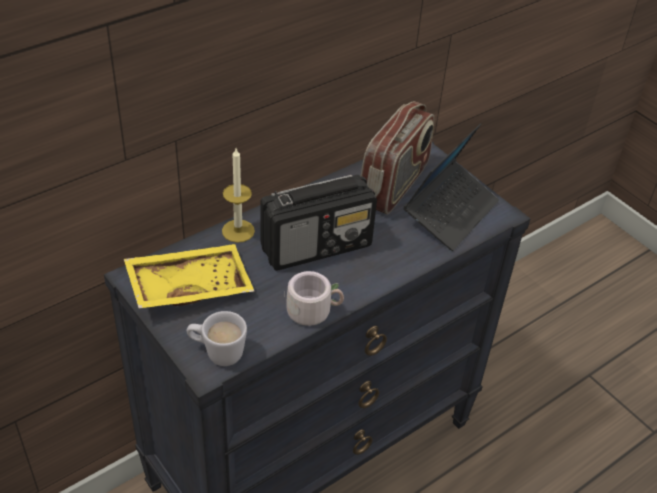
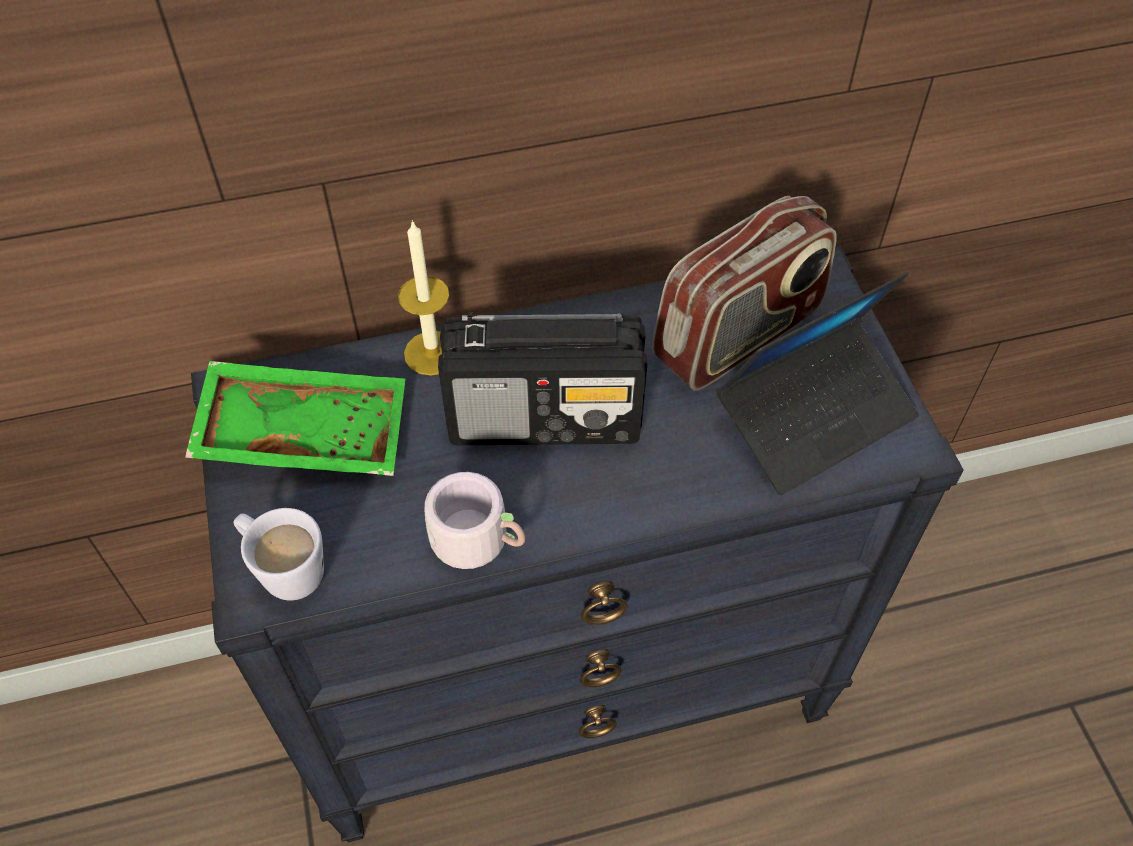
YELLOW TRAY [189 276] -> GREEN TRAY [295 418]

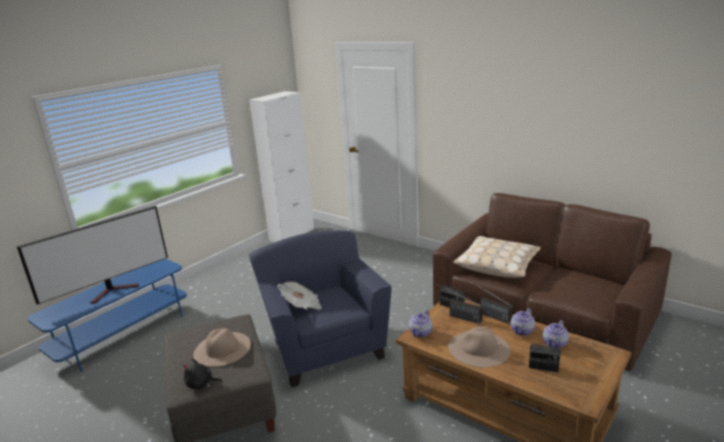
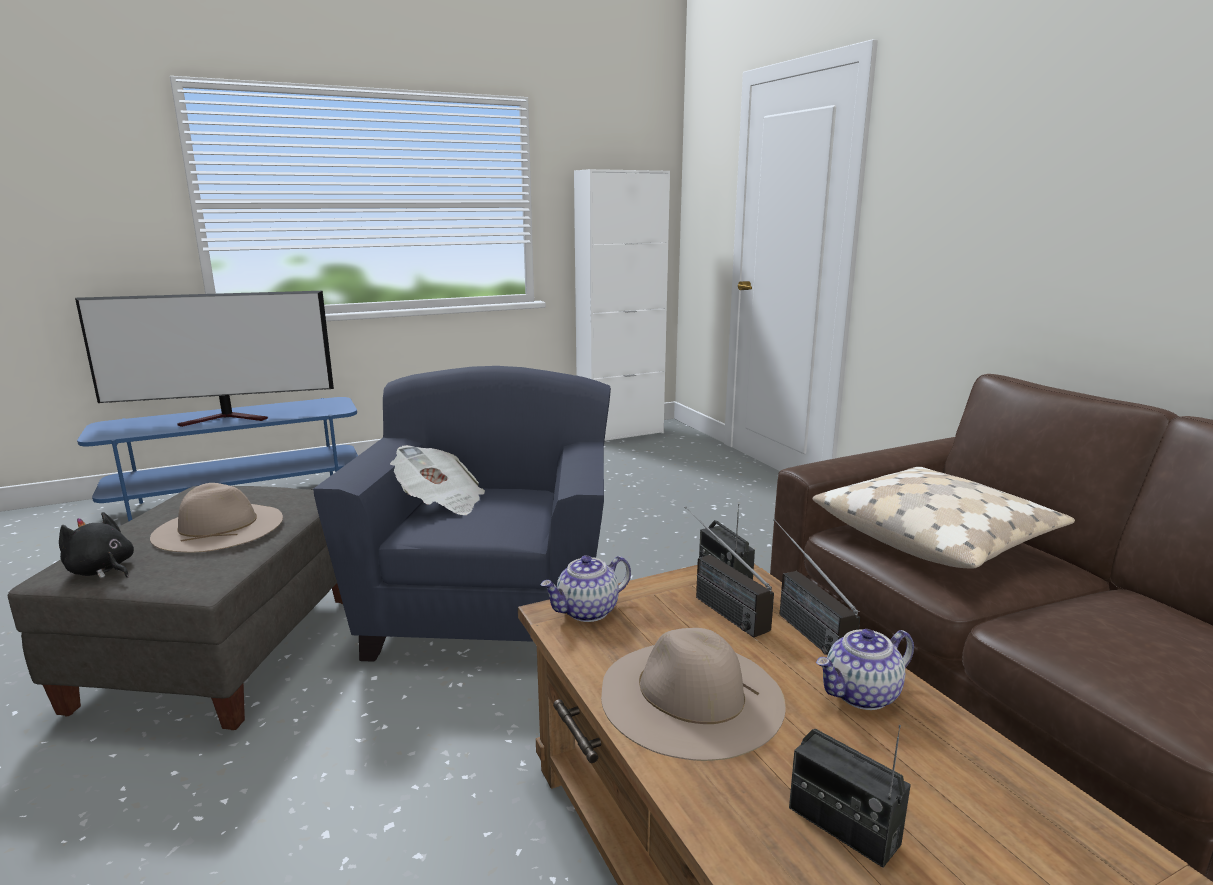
TEAPOT [556 334] -> none

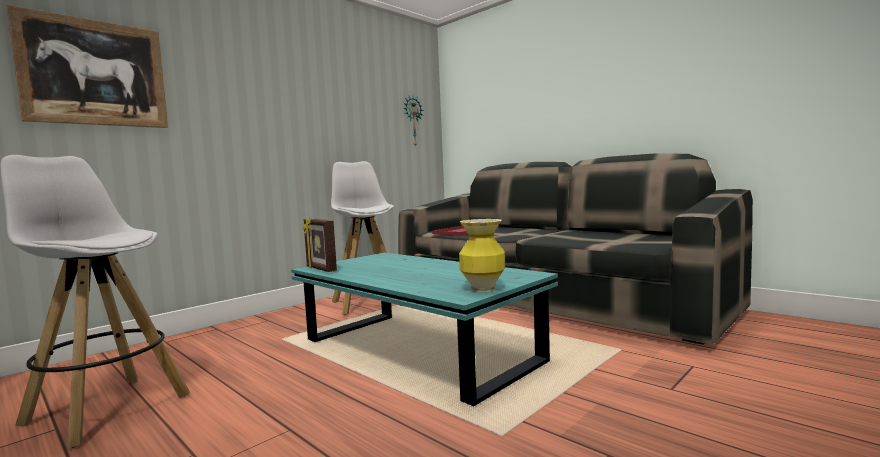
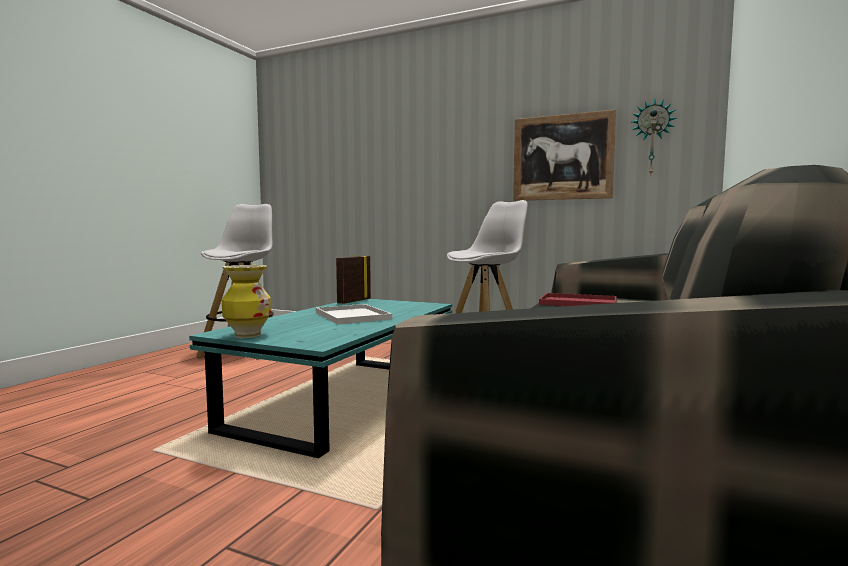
PICTURE [87 66] -> PICTURE [564 155], relocated
none -> WHITE TRAY [354 314]

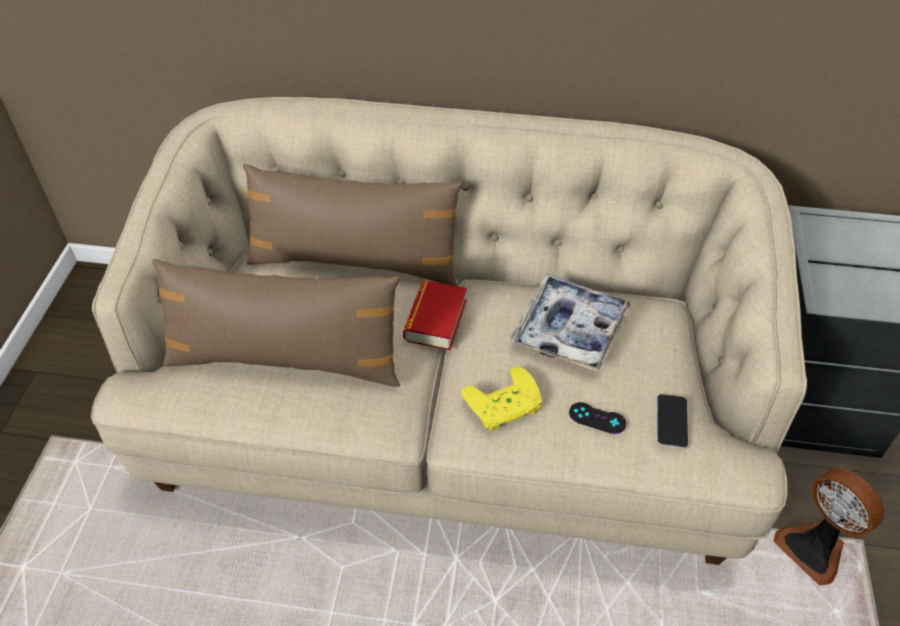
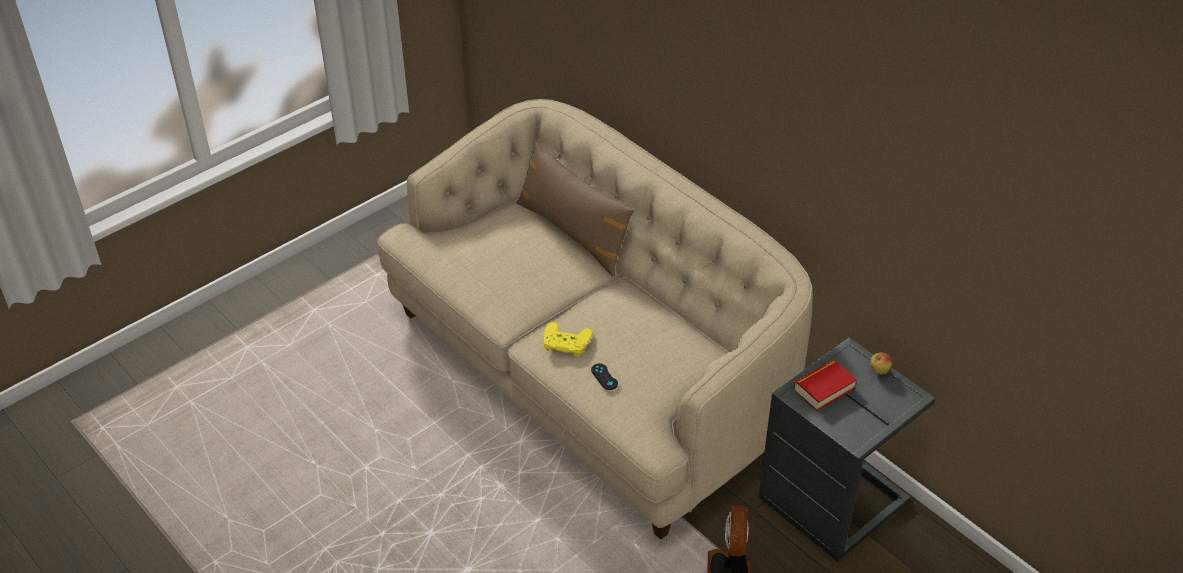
BROWN PILLOW [276 323] -> none
TRAY [572 323] -> none
BOOK [435 315] -> BOOK [825 385], relocated
PHONE [673 421] -> none
none -> APPLE [881 363]

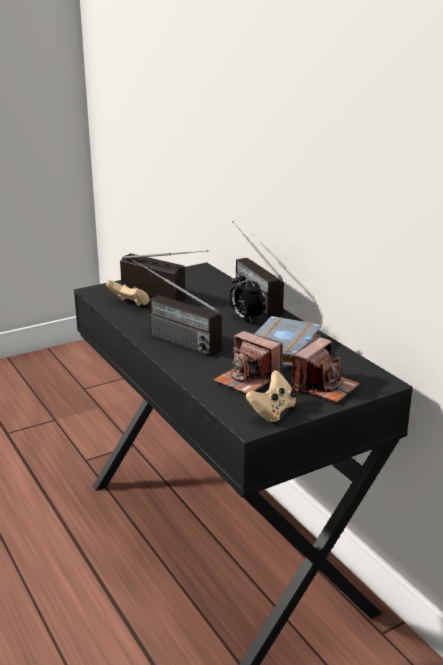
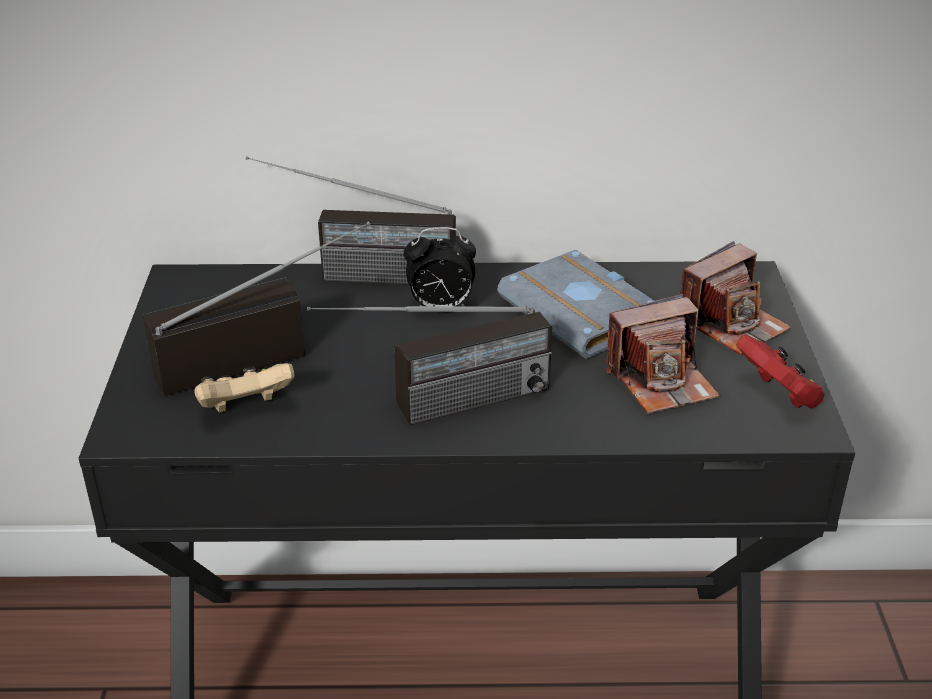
PHOTO CAMERA [325 370] -> PHOTO CAMERA [736 298], 75 degrees clockwise
BEIGE GAME CONTROLLER [271 396] -> RED GAME CONTROLLER [780 372]

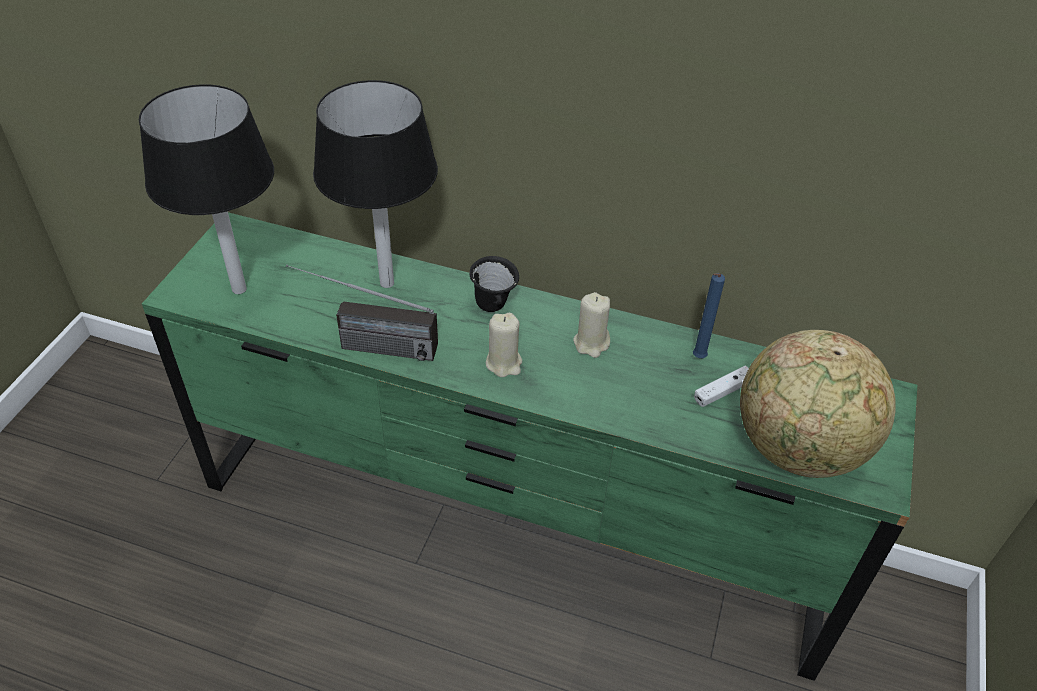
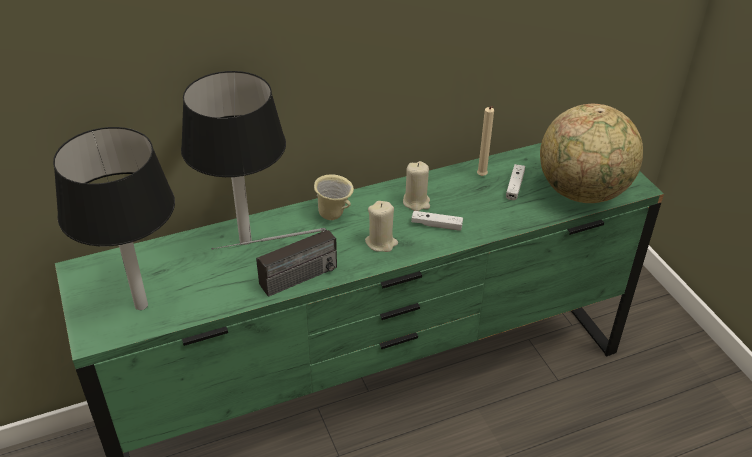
BLACK MUG [494 284] -> BEIGE MUG [334 197]
BLUE CANDLE [709 315] -> BEIGE CANDLE [485 141]
none -> WHITE GAME CONTROLLER [437 221]

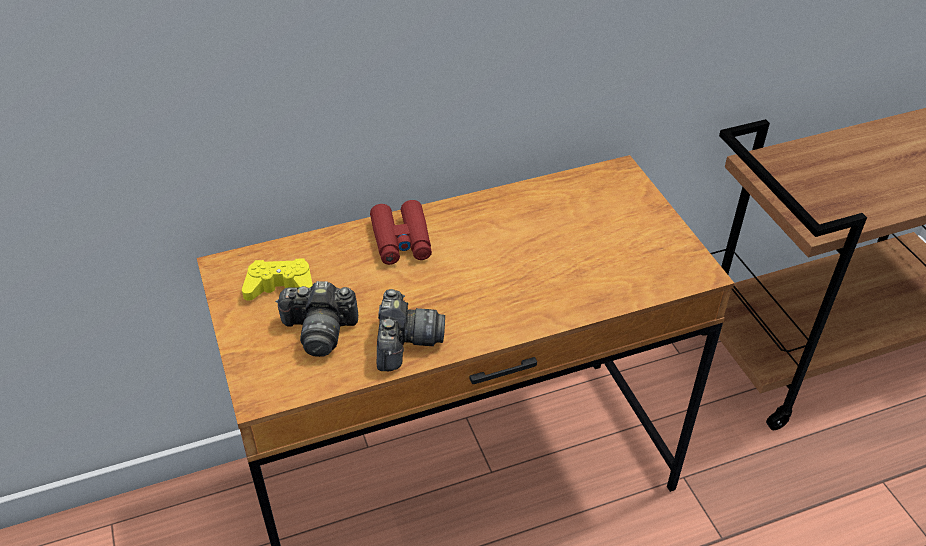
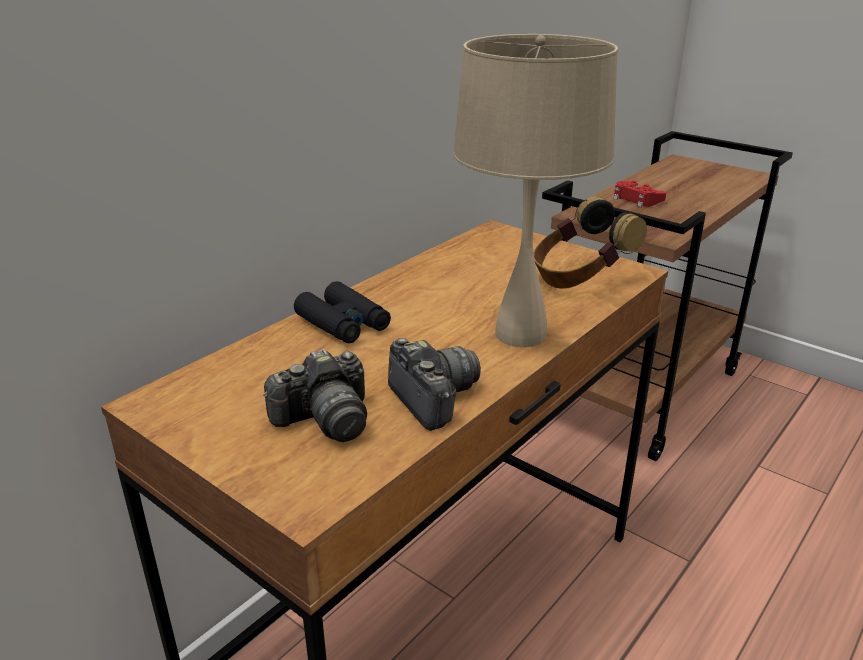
RED BINOCULARS [401 232] -> BLACK BINOCULARS [342 312]
YELLOW GAME CONTROLLER [277 279] -> none
none -> BEIGE TABLE LAMP [535 190]
none -> RED GAME CONTROLLER [639 194]
none -> HEADPHONES [590 242]

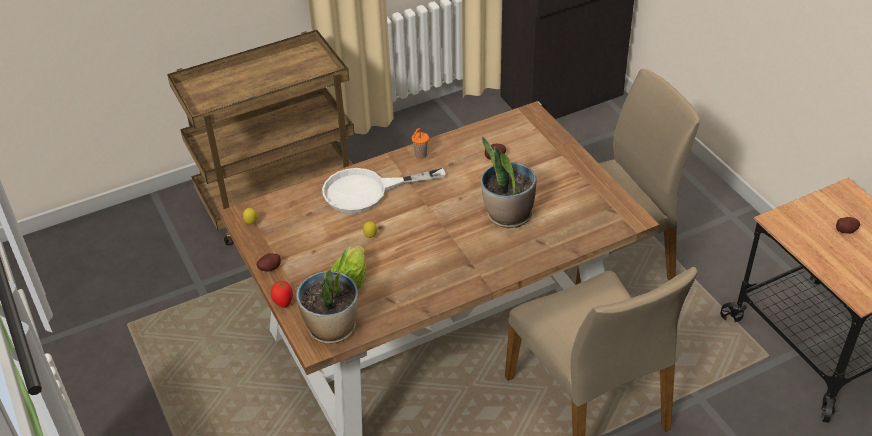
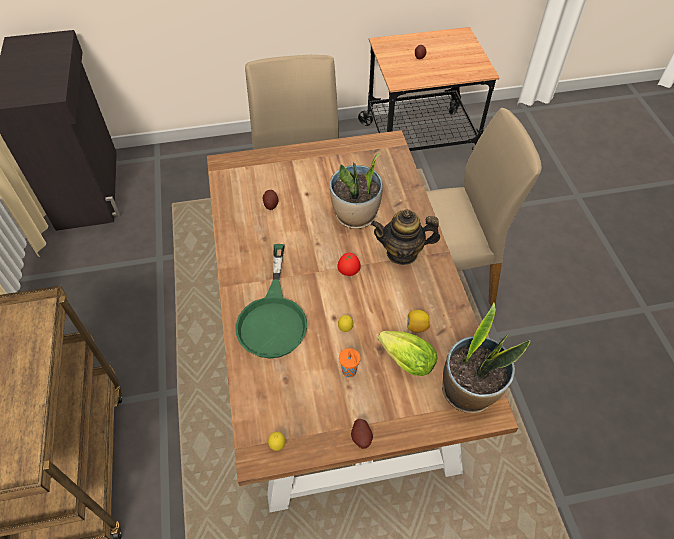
ORANGE CUP [420 143] -> ORANGE CUP [349 362], relocated
WHITE FRYING PAN [383 190] -> GREEN FRYING PAN [271 301]
TOMATO [282 294] -> TOMATO [348 264], relocated
none -> TEAPOT [405 237]
none -> LEMON [418 321]

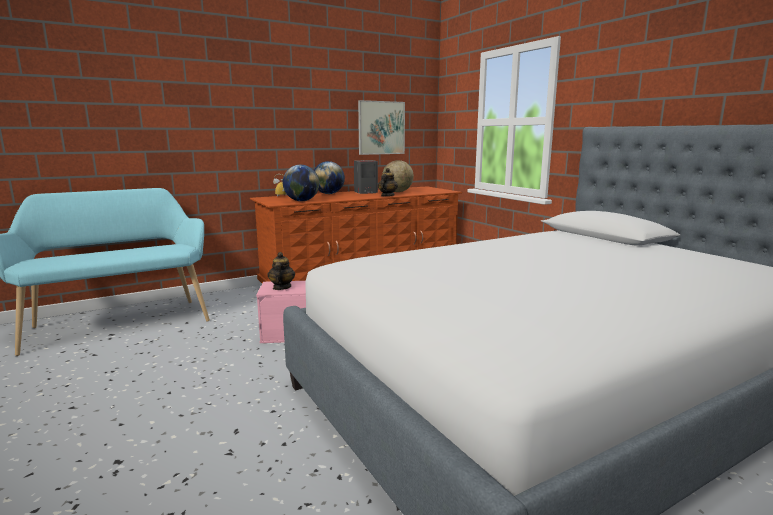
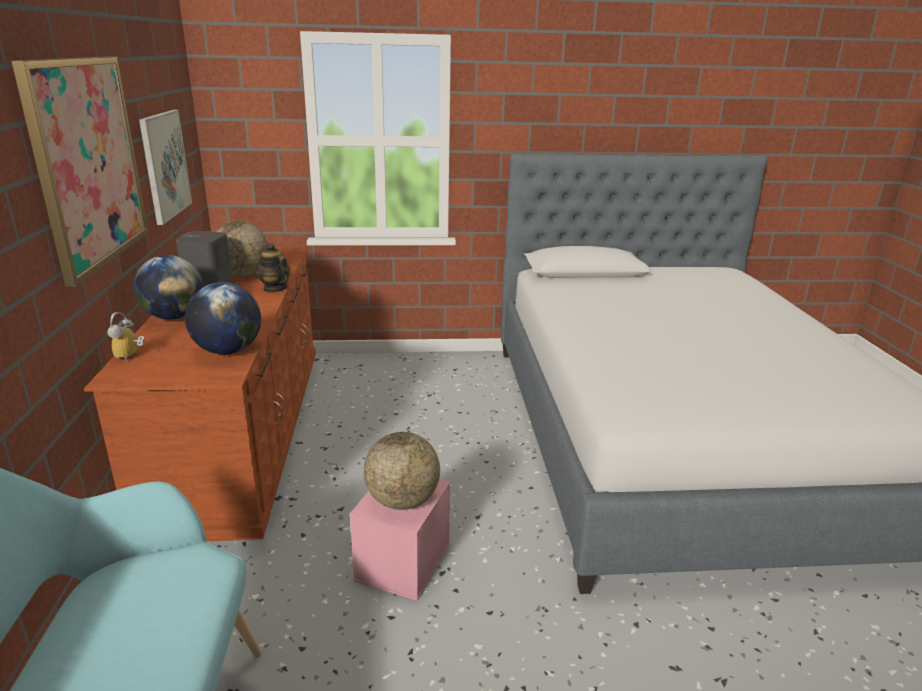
TEAPOT [281 271] -> GLOBE [402 471]
none -> PICTURE [80 171]

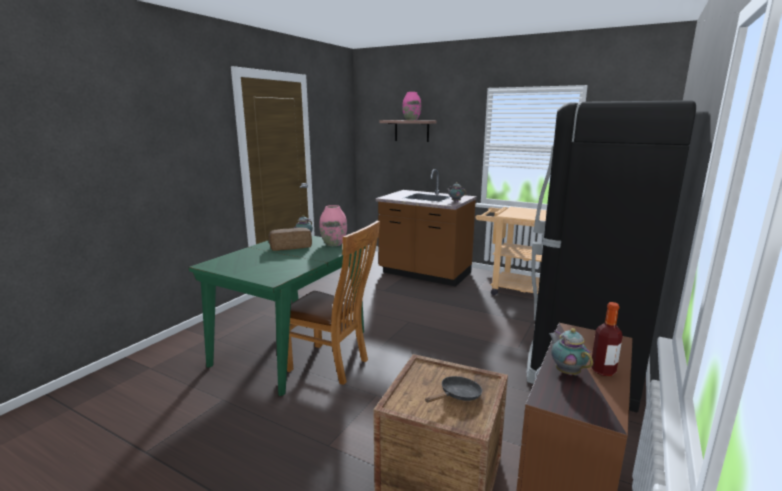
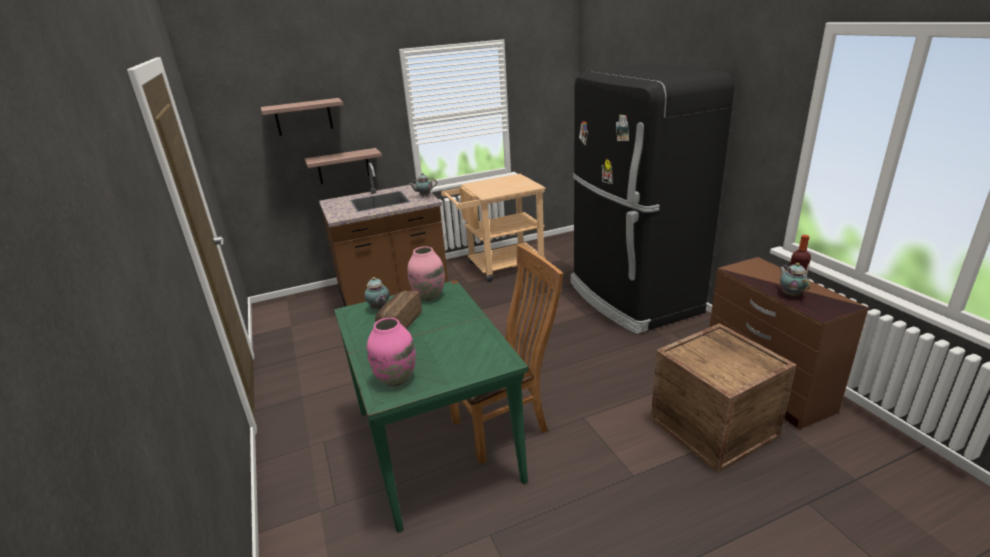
PINK VASE [411 106] -> PINK VASE [391 352], relocated
TEAPOT [571 351] -> TEAPOT [794 280], 60 degrees clockwise
BLACK FRYING PAN [453 389] -> none
none -> SHELF [343 166]

